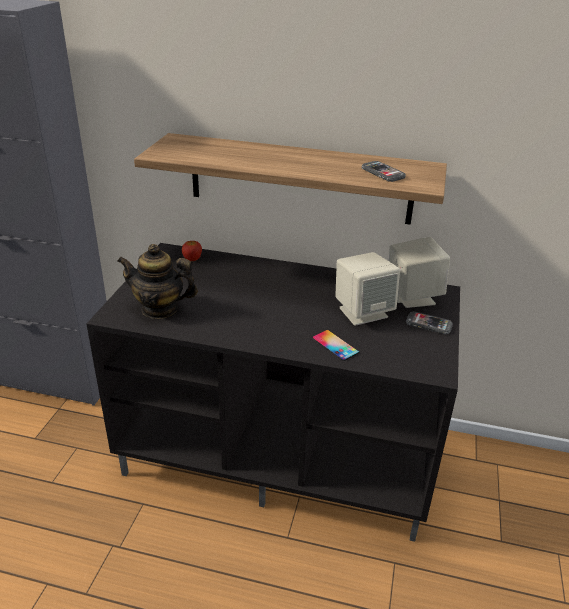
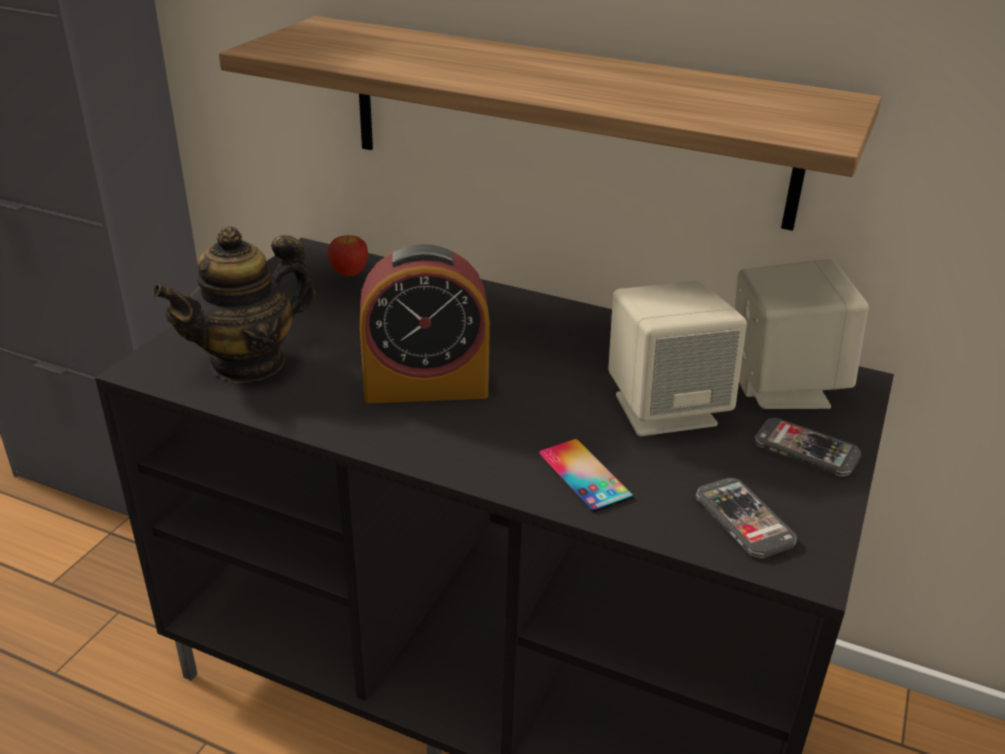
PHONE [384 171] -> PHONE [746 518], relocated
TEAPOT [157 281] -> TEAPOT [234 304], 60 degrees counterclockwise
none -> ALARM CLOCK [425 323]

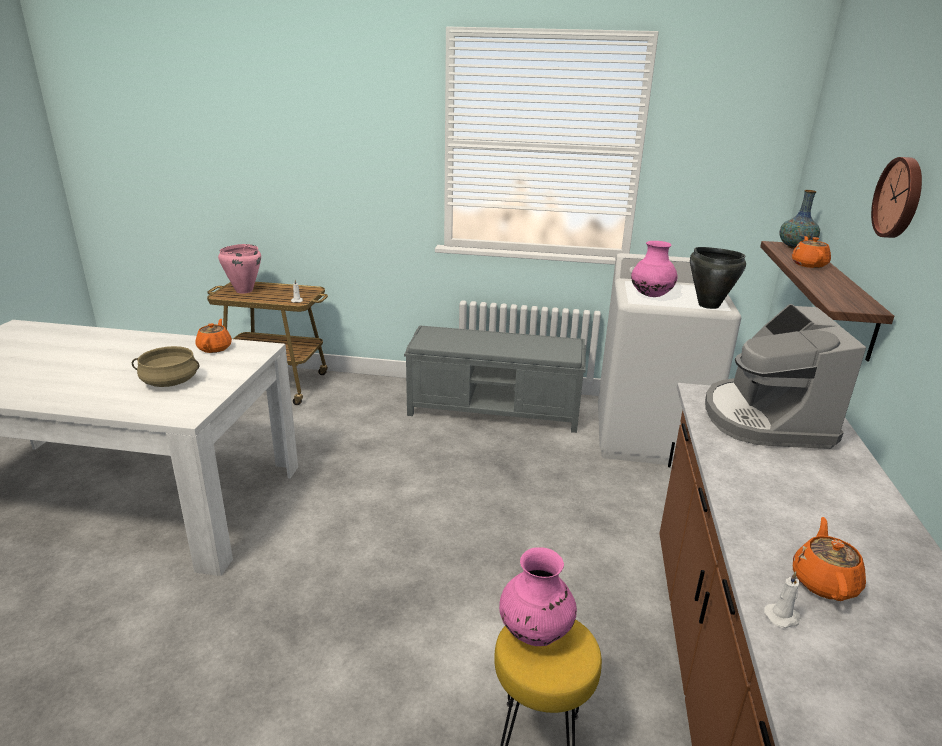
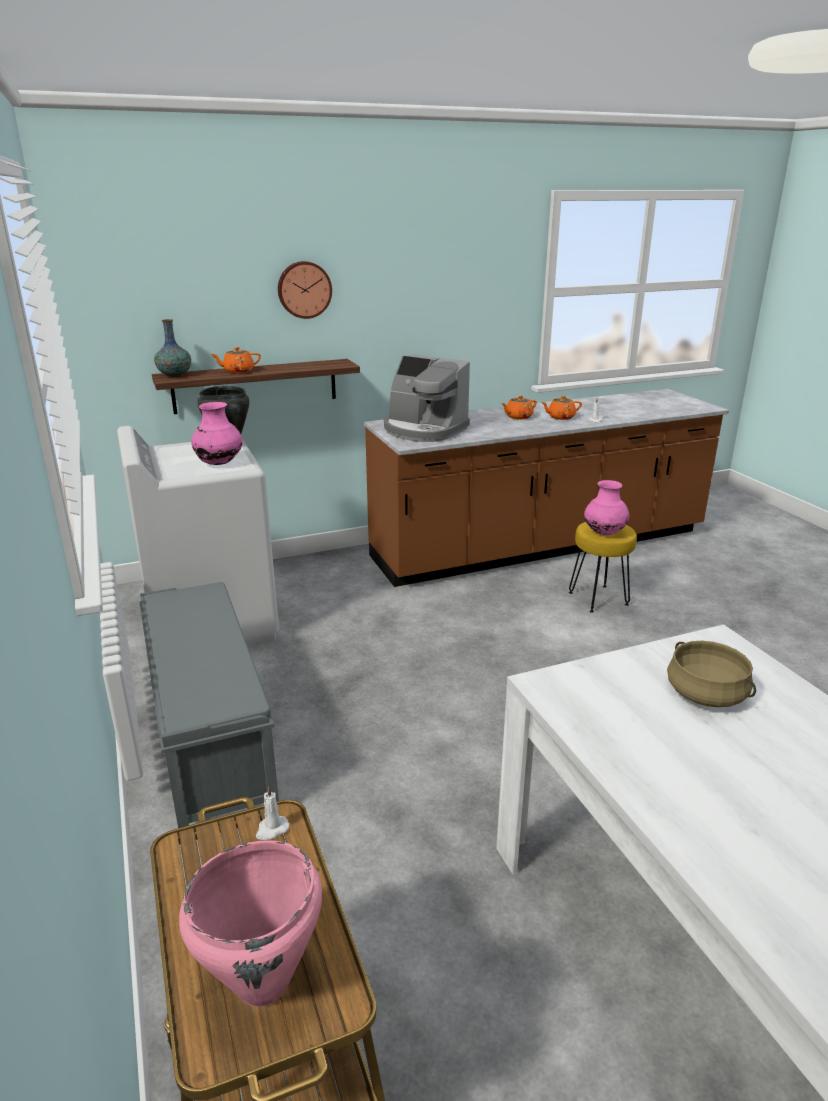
COFFEE MACHINE [785 376] -> COFFEE MACHINE [427 398], 60 degrees clockwise
ORANGE TEAPOT [213 336] -> ORANGE TEAPOT [519 407], relocated

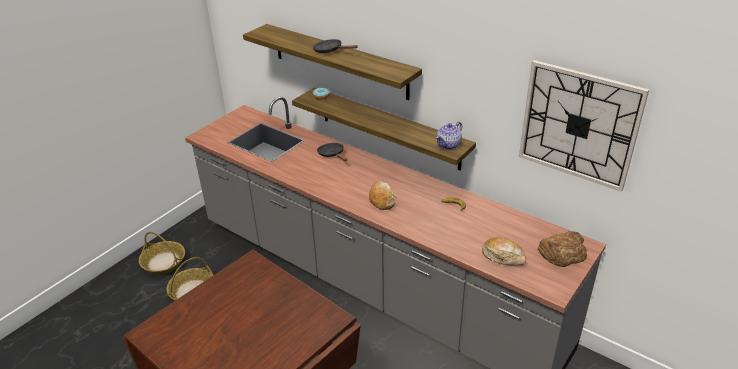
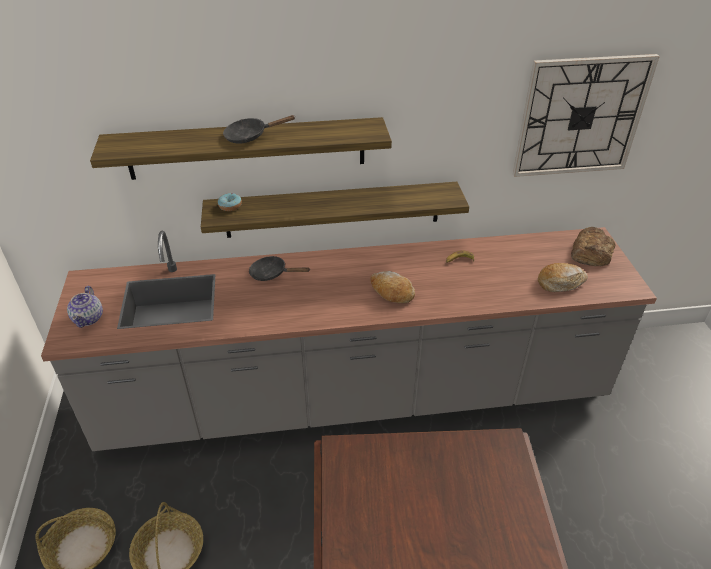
TEAPOT [449 136] -> TEAPOT [85 307], relocated

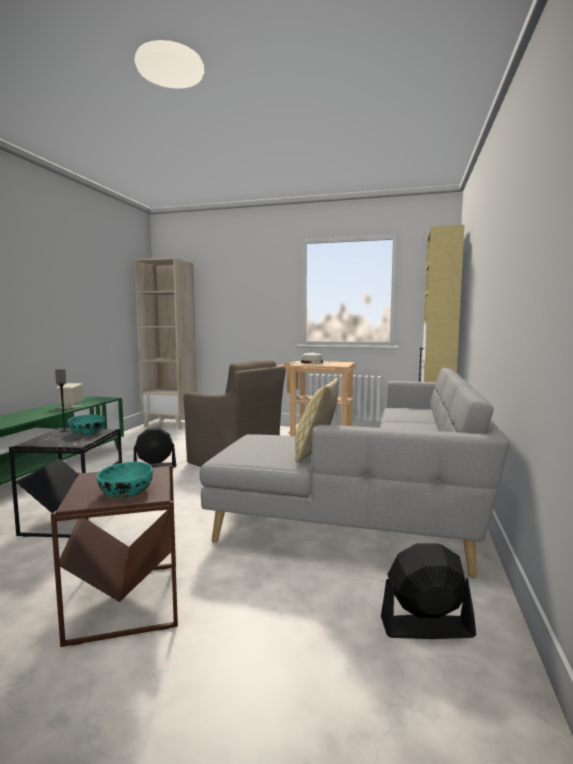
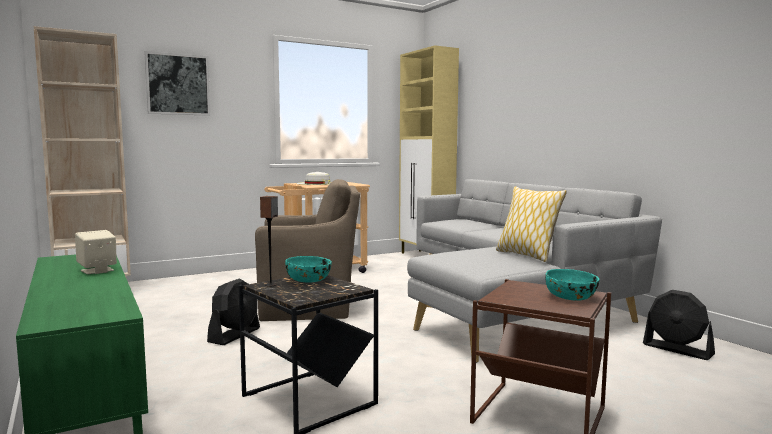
BLACK FAN [428 591] -> BLACK FAN [679 325], 90 degrees counterclockwise
none -> PICTURE [177 83]

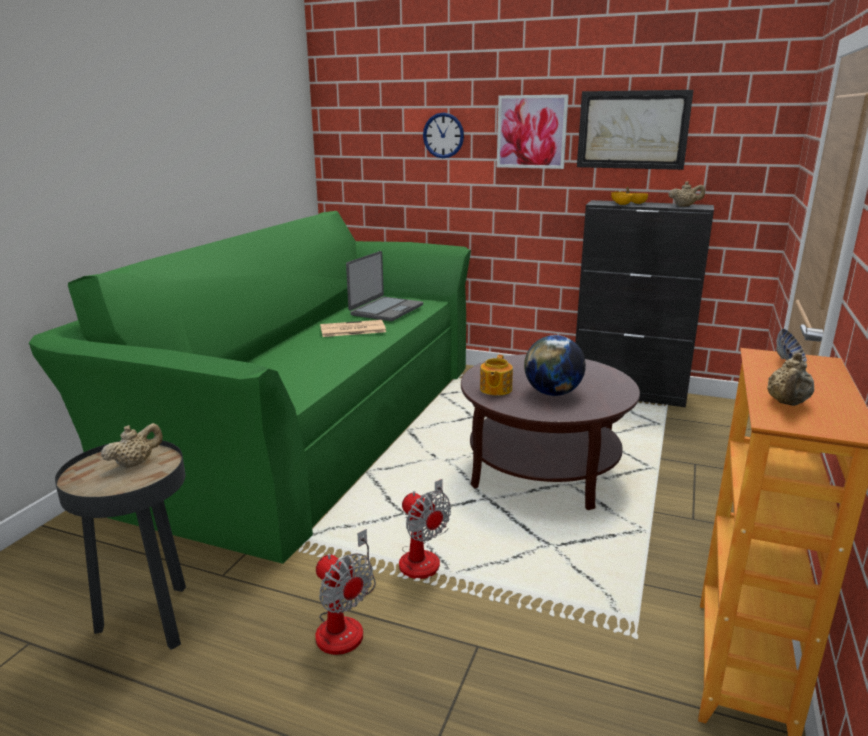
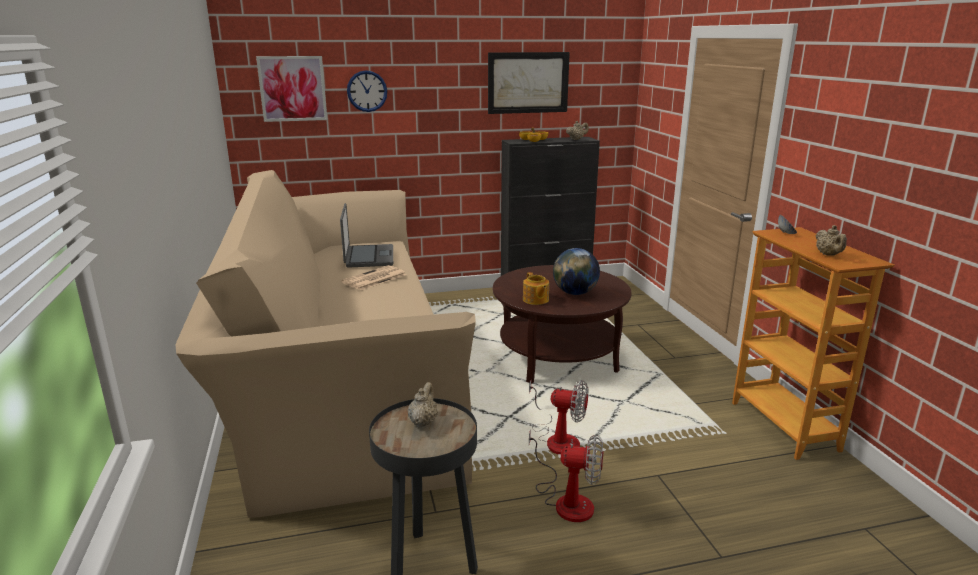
PICTURE [533 132] -> PICTURE [292 89], relocated
GREEN SOFA [250 387] -> BEIGE SOFA [325 344]

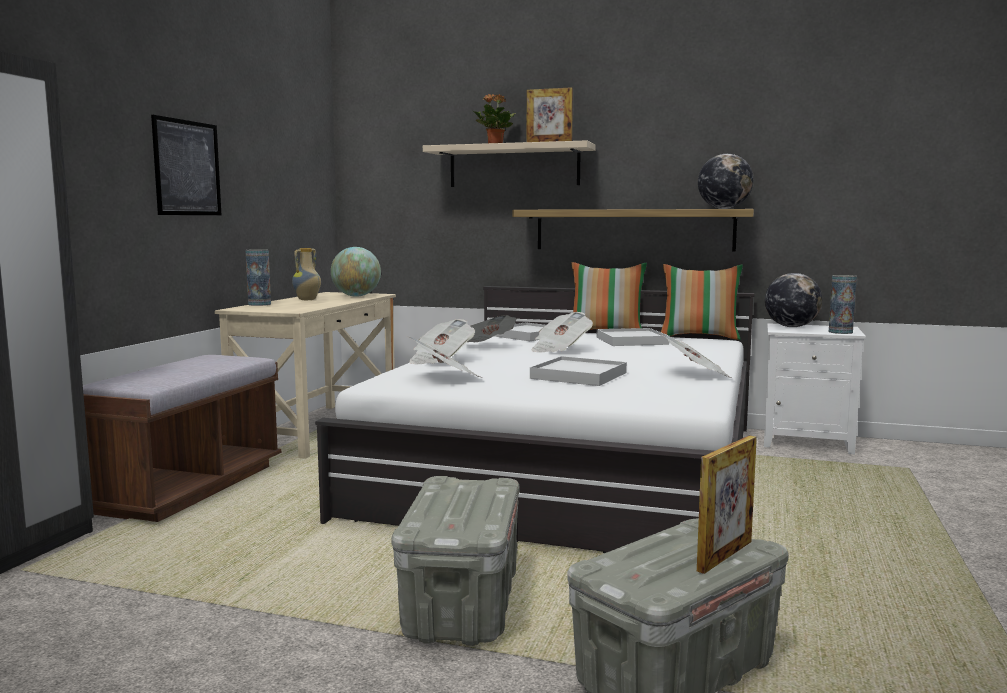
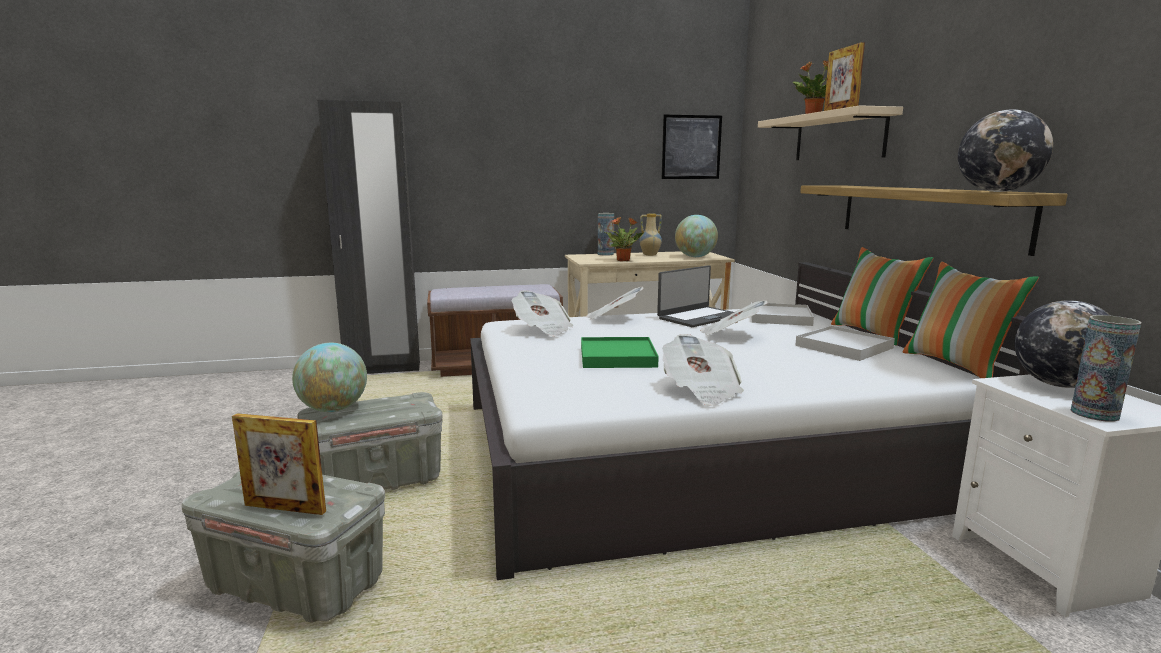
PICTURE [186 165] -> PICTURE [692 147], relocated
NEWSPAPER [492 328] -> LAPTOP [695 296]
WHITE TRAY [578 371] -> GREEN TRAY [620 352]
none -> POTTED PLANT [624 239]
none -> GLOBE [329 377]

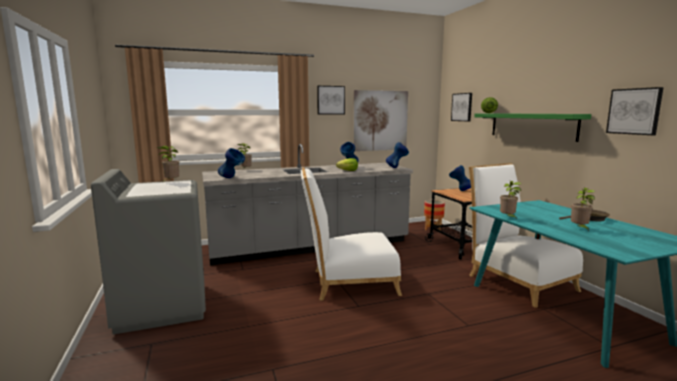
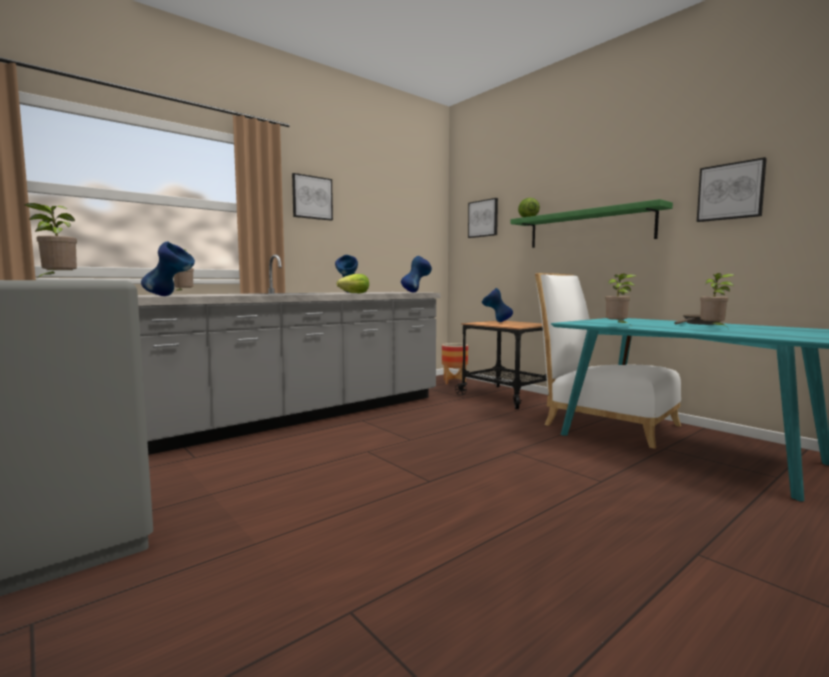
PICTURE [380 120] -> none
WHITE CHAIR [351 234] -> none

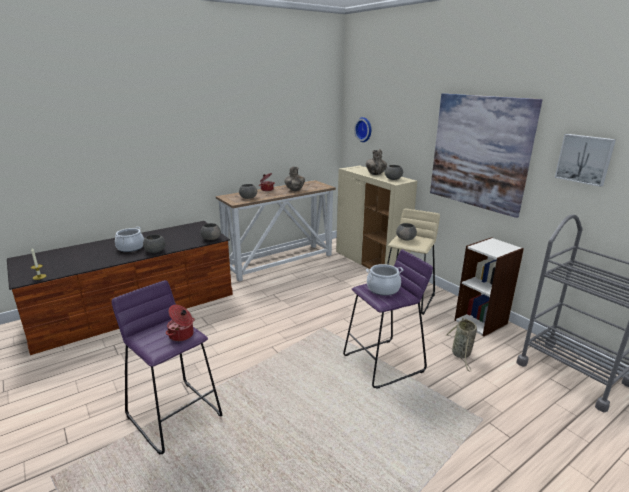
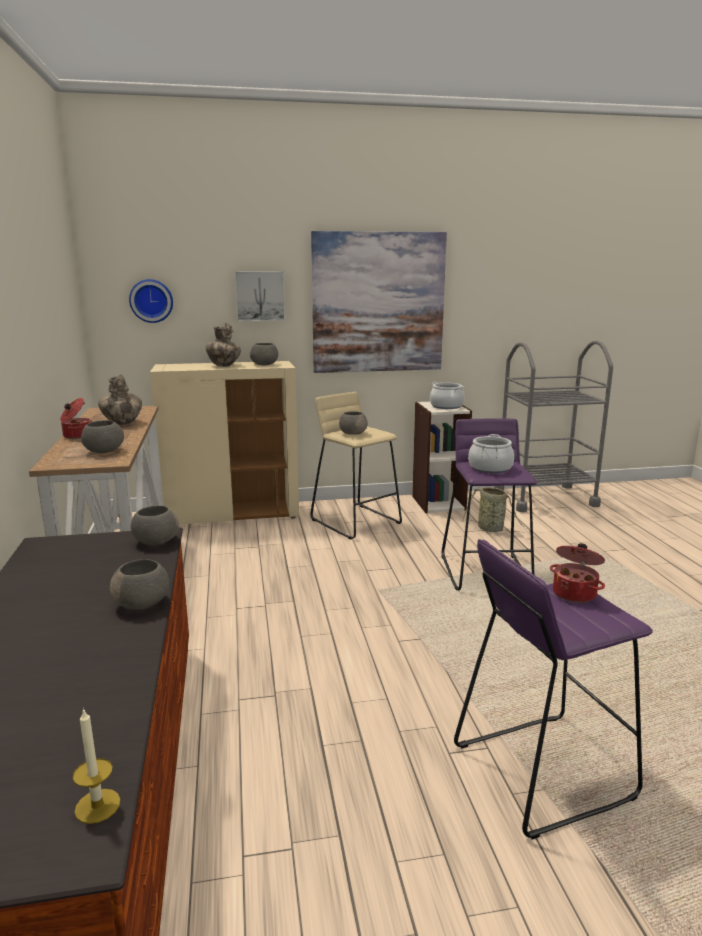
PICTURE [585 160] -> PICTURE [260 296], relocated
COOKING POT [129 239] -> COOKING POT [447 395], relocated

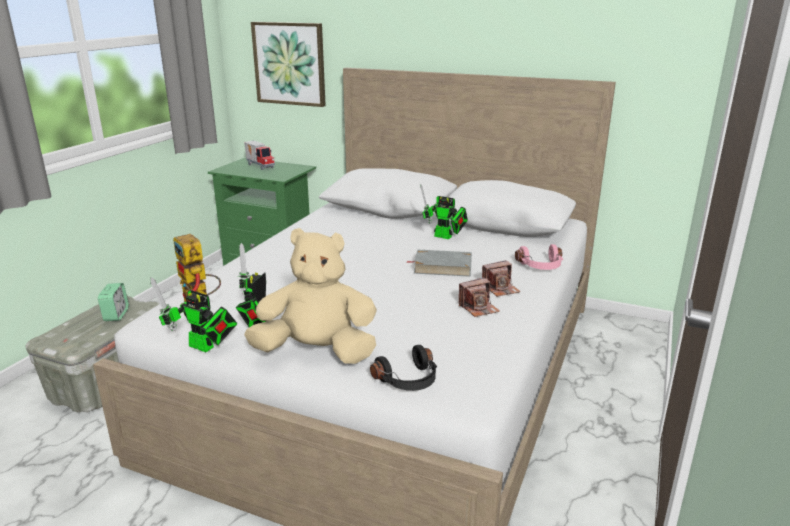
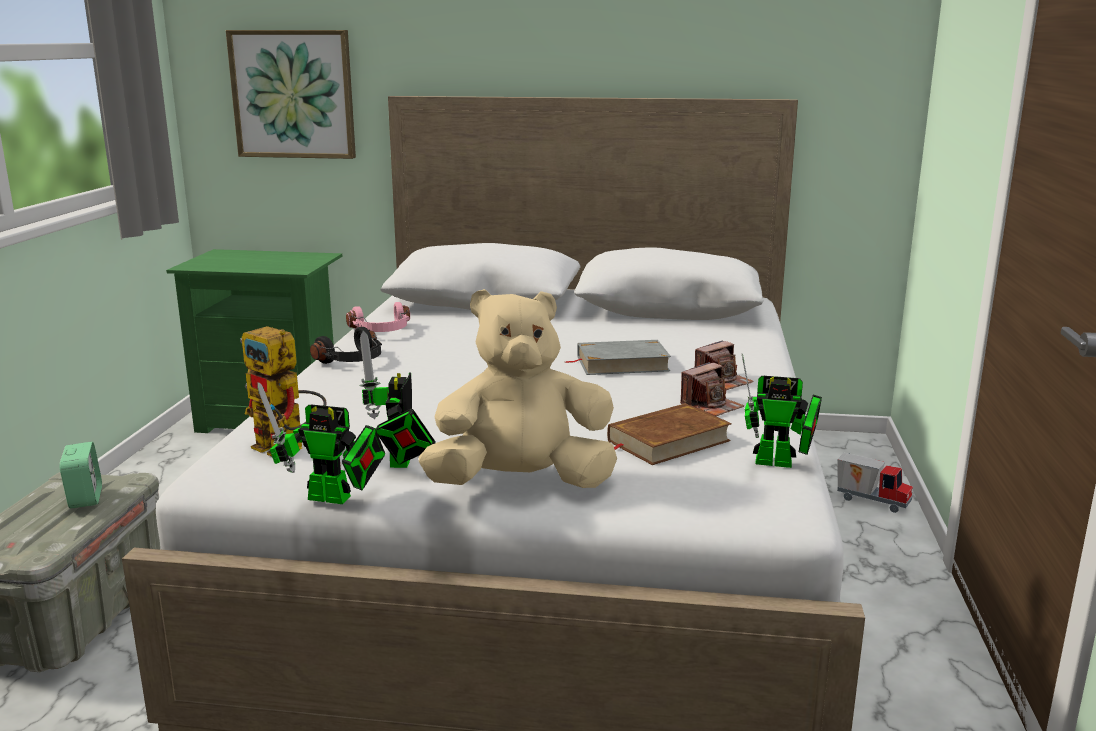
TOY TRUCK [259 155] -> TOY TRUCK [875 483], relocated
TOY ROBOT [444 211] -> TOY ROBOT [782 411], relocated
PINK HEADPHONES [539 257] -> PINK HEADPHONES [378 317], relocated
BLACK HEADPHONES [403 368] -> BLACK HEADPHONES [346 345], relocated
none -> BROWN BOOK [669 434]

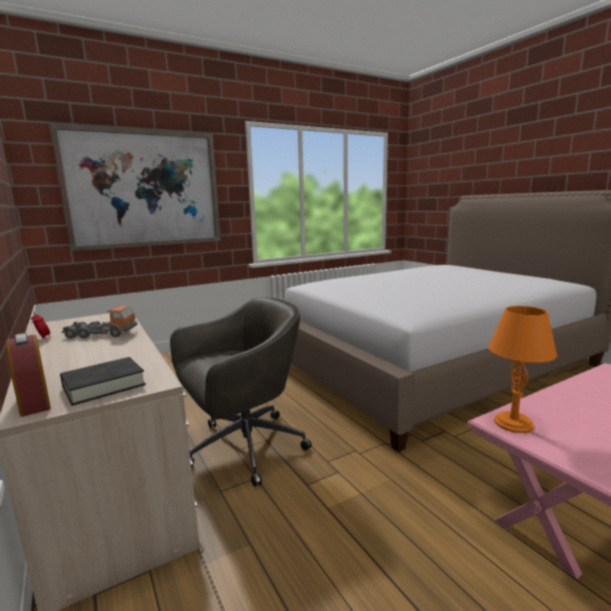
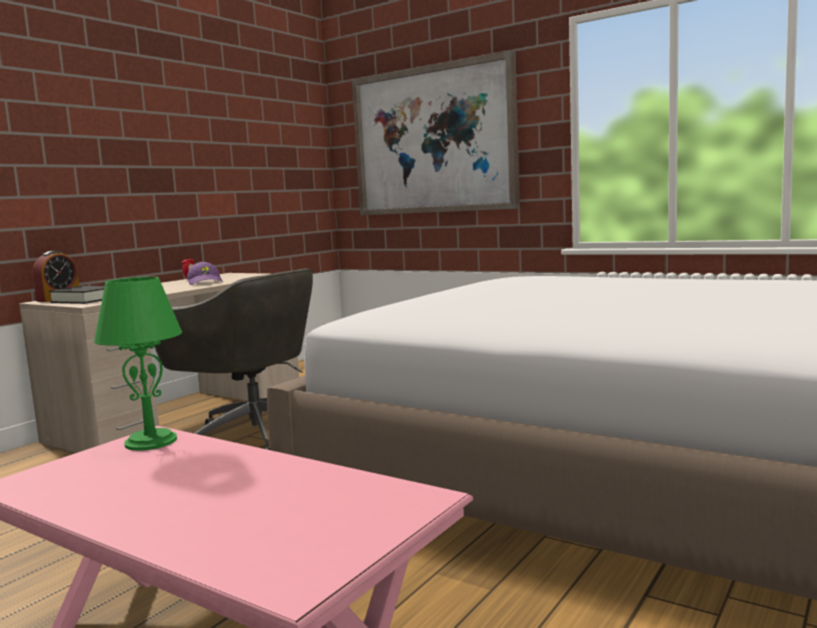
TOY TRUCK [99 322] -> PURPLE CAP [205 273]
ORANGE TABLE LAMP [522 369] -> GREEN TABLE LAMP [138 364]

